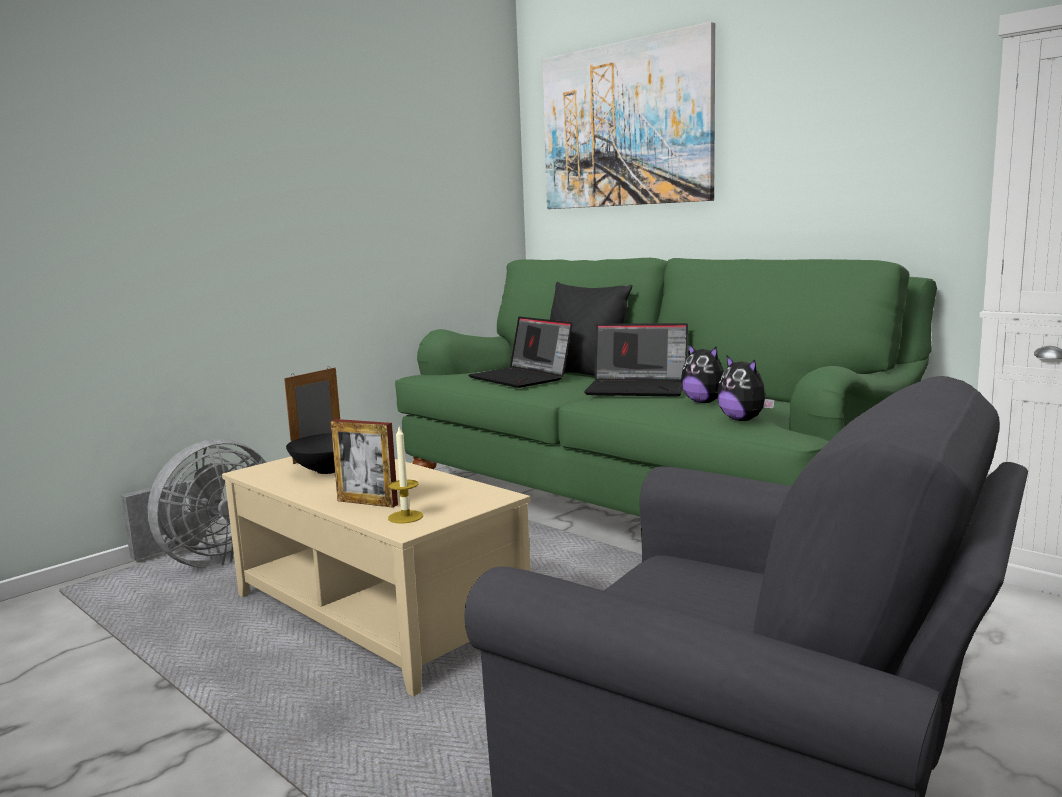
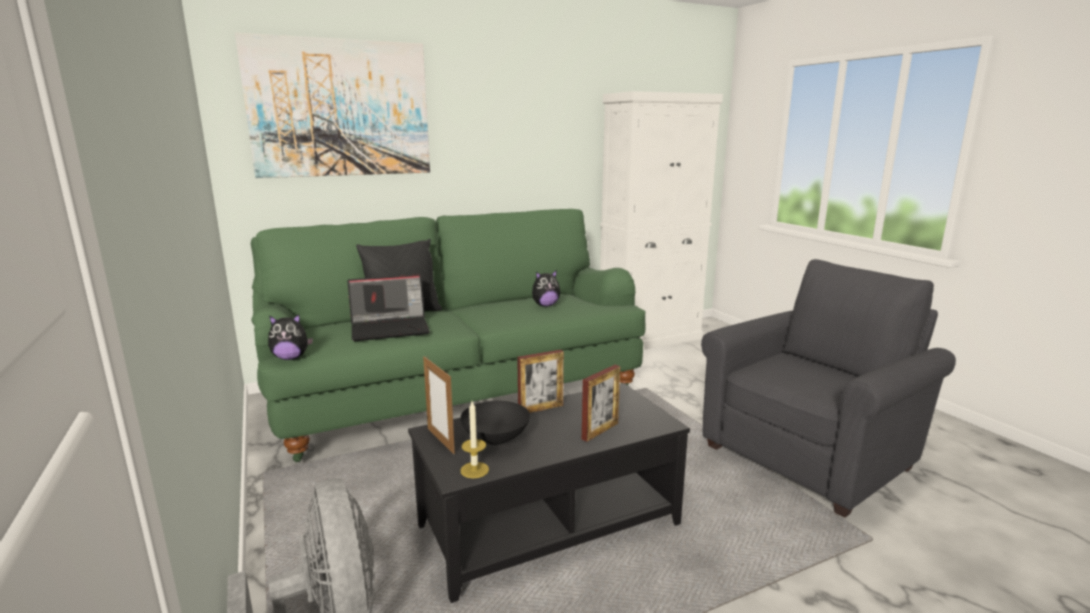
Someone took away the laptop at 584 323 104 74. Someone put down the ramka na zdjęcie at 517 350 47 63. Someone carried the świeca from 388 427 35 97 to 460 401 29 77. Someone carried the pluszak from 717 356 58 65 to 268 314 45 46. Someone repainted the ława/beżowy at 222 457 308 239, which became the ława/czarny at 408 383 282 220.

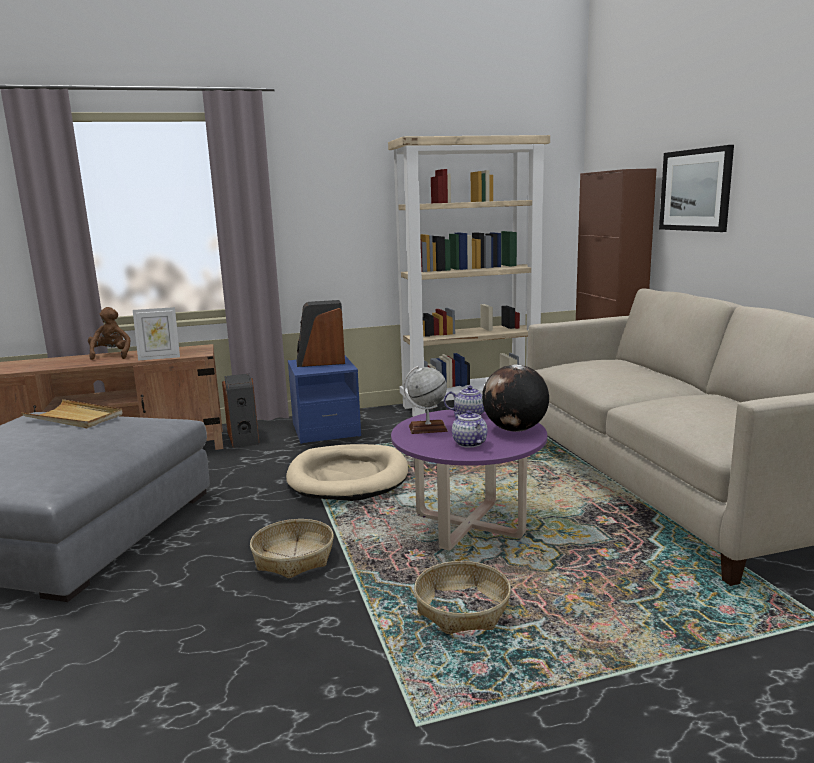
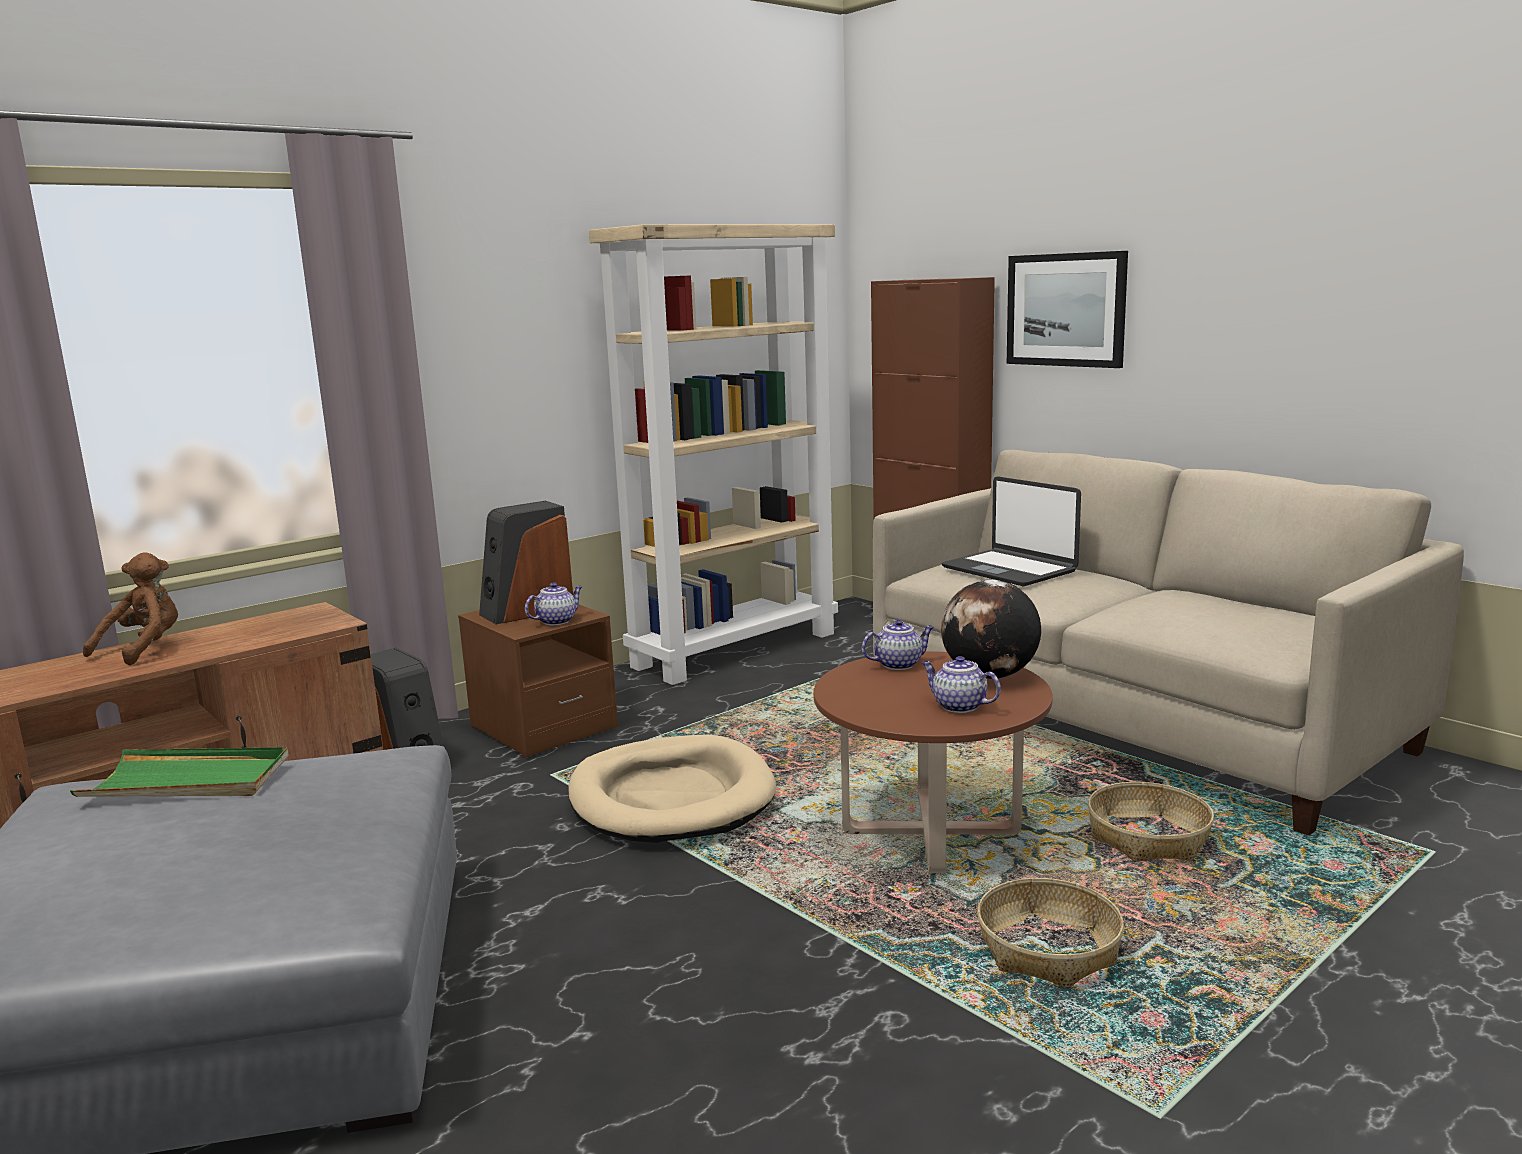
Someone took away the ramka na zdjęcie at 133 307 47 54. Someone took away the globus at 404 366 44 68. Someone put down the imbryk at 525 582 58 43. Someone put down the laptop at 942 476 139 111. Someone carried the koszyk from 250 519 84 59 to 1088 782 126 79. Someone repainted the taca/beżowy at 21 399 102 29, which became the taca/zielony at 70 747 219 50. Someone repainted the szafka nocna/niebieski at 288 356 73 88, which became the szafka nocna/brązowy at 458 605 160 153. Someone repainted the ława/fioletowy at 391 410 156 141, which became the ława/brązowy at 813 651 240 222. Someone rotated the pluszak/brązowy at 88 307 42 53 by 60 degrees clockwise.

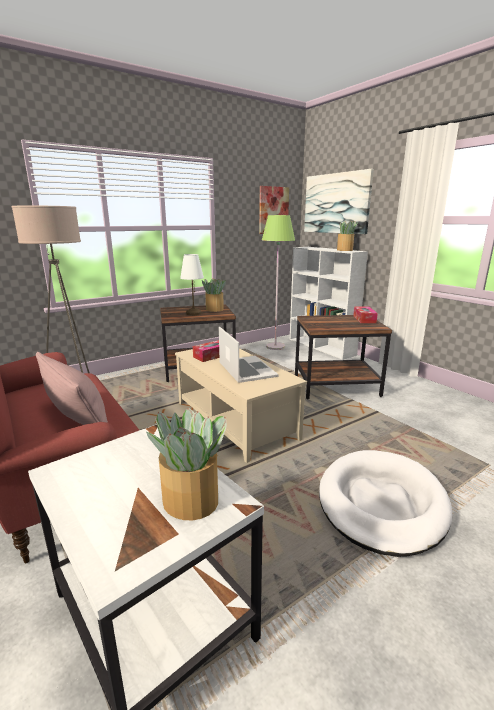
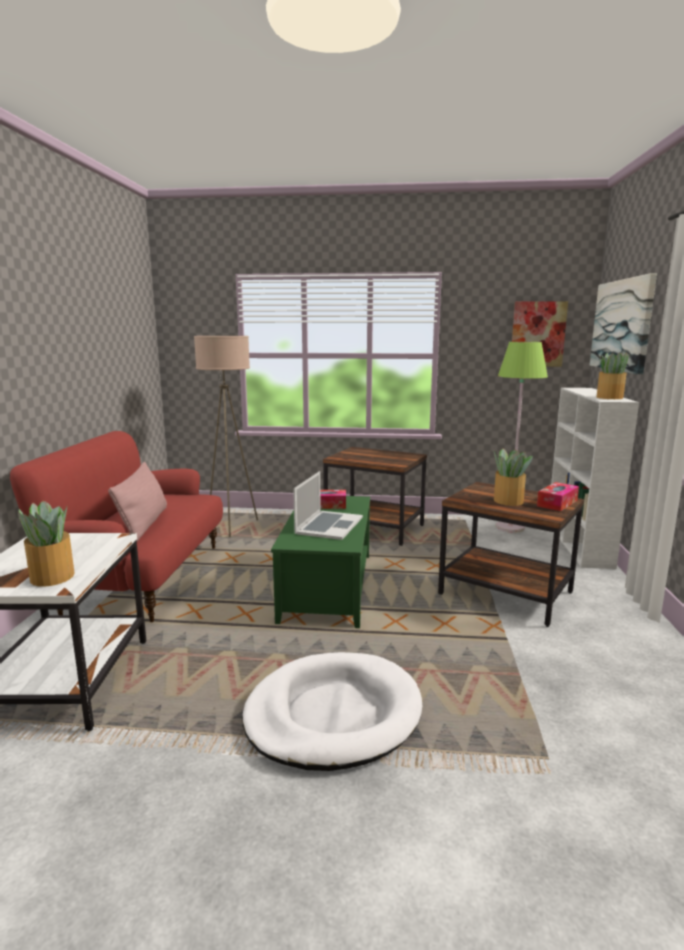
Someone took away the lampa stołowa/biały at 180 254 24 62. Someone carried the roślina doniczkowa from 202 278 24 34 to 494 448 39 58. Someone repainted the ława/beżowy at 175 349 132 114, which became the ława/zielony at 271 496 99 132.

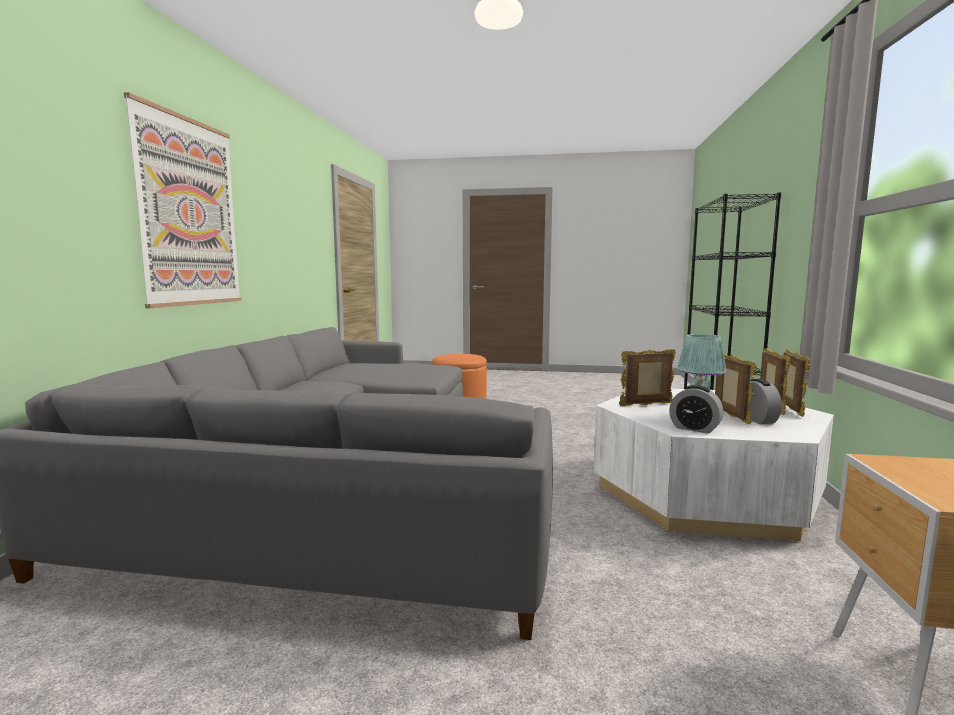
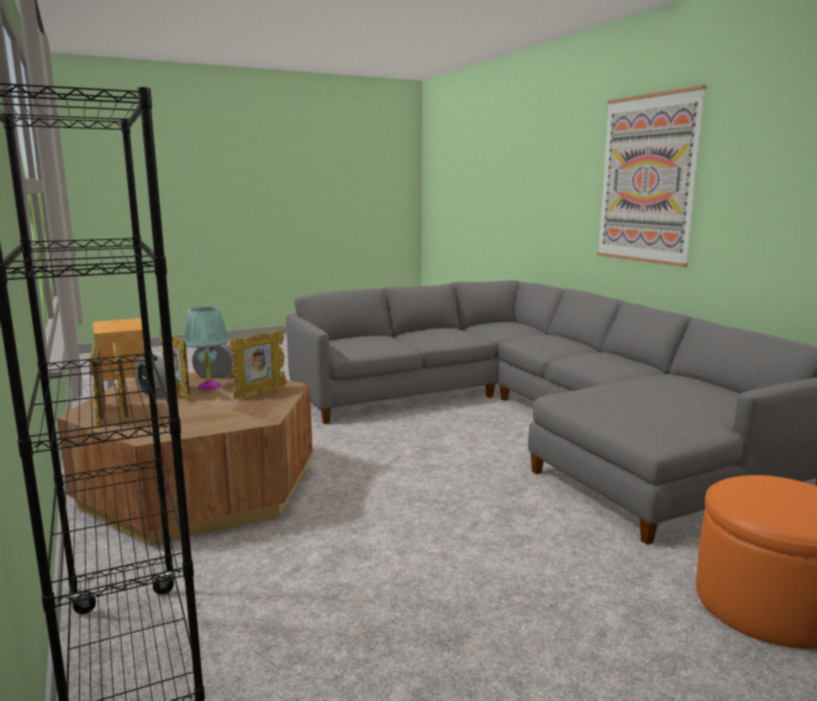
Someone repainted the ława/biały at 594 389 240 152, which became the ława/brązowy at 57 372 255 173.

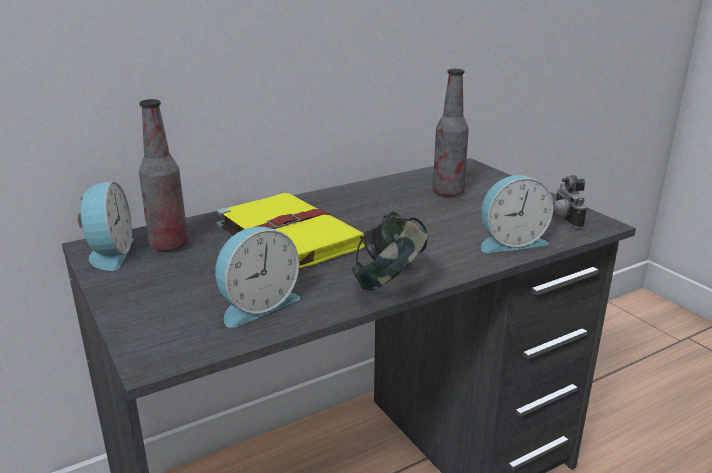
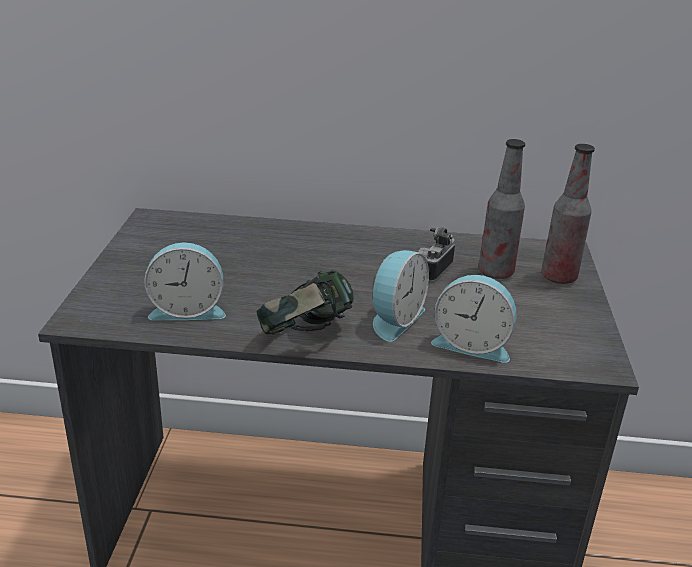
Someone took away the książka/żółty at 216 193 149 76. Someone carried the budzik from 78 181 56 90 to 373 250 56 92. Someone carried the butelka from 139 99 49 152 to 541 144 54 140. Someone carried the aparat fotograficzny from 552 175 35 54 to 418 227 37 55.

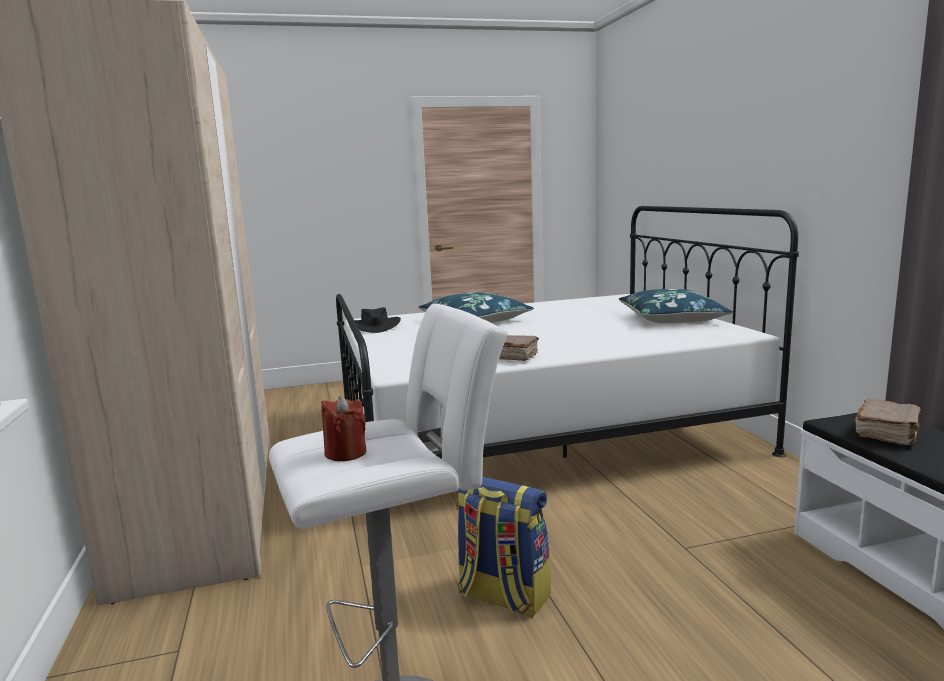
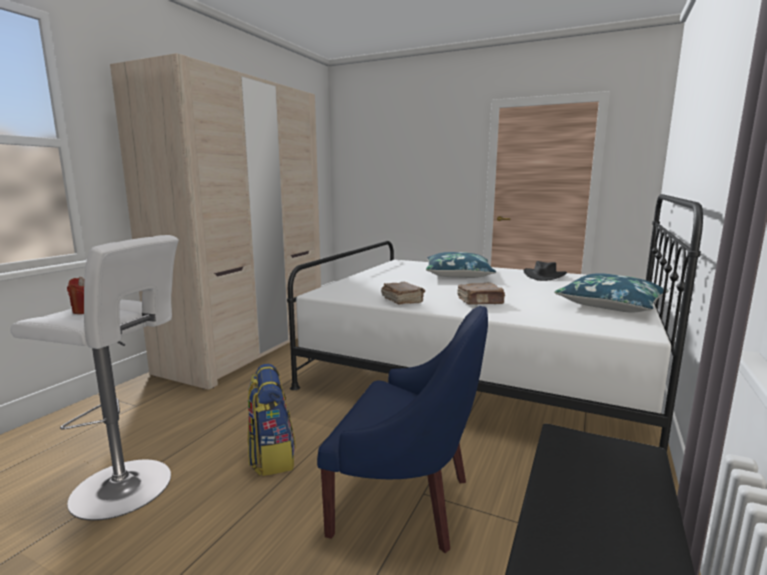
Someone put down the fotel/niebieski at 317 306 171 247. Someone carried the kapelusz/czarny from 354 307 47 26 to 523 261 44 20. Someone carried the książka/brązowy from 855 398 66 47 to 457 283 48 22.

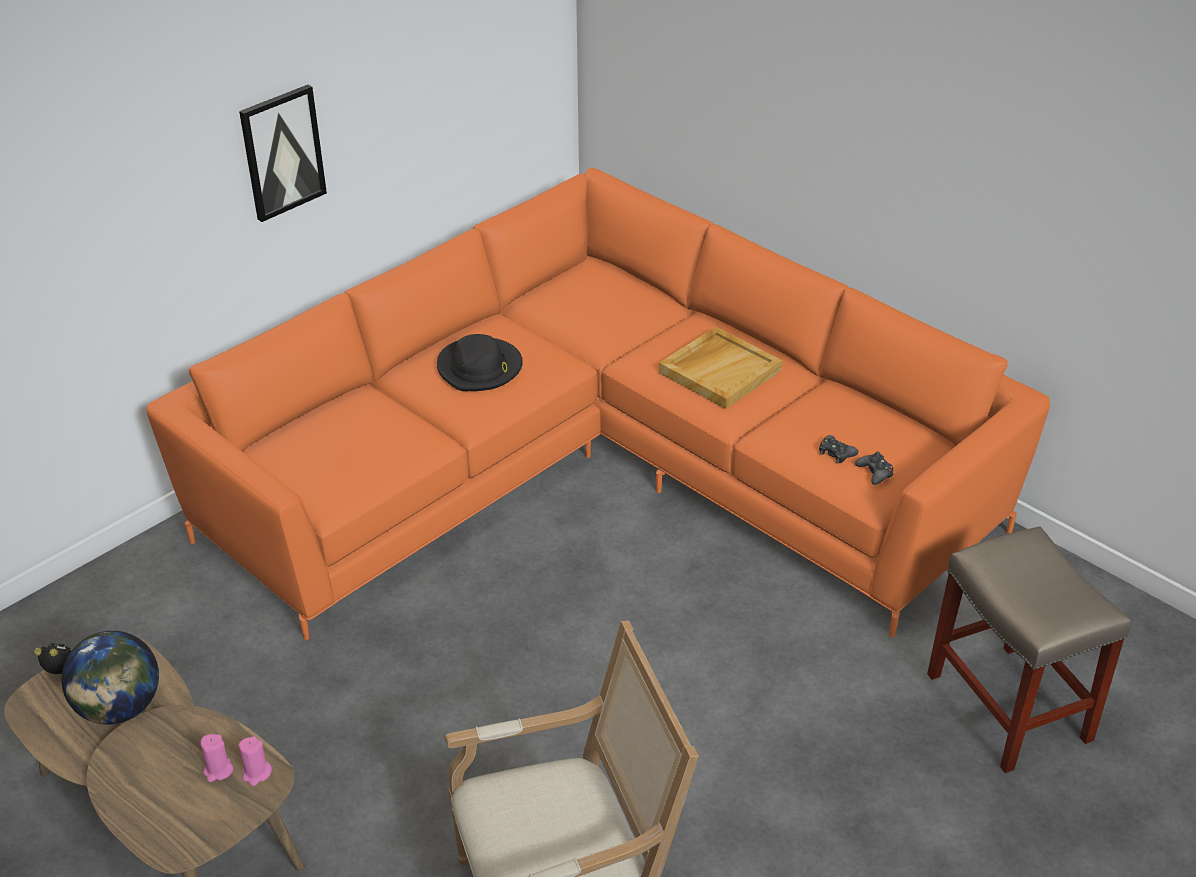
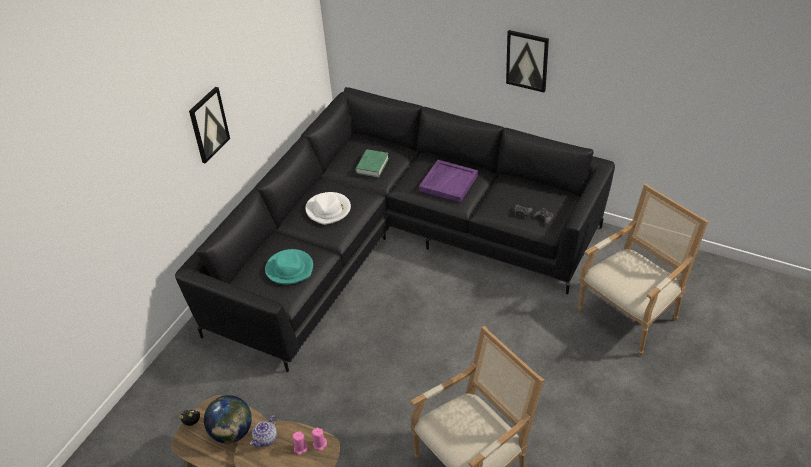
Someone put down the imbryk at 250 416 27 32. Someone put down the kapelusz/turkusowy at 265 249 48 36. Someone put down the książka/zielony at 355 149 34 29. Someone put up the obraz at 506 30 43 62. Someone swapped the stołek/beżowy at 927 526 204 247 for the fotel at 578 184 130 172. Someone repainted the kanapa/pomarańczowy at 147 168 903 472, which became the kanapa/czarny at 175 87 440 285. Someone repainted the kapelusz/czarny at 437 334 86 57, which became the kapelusz/biały at 305 192 46 33. Someone repainted the taca/beżowy at 659 327 124 82, which became the taca/fioletowy at 419 160 59 42.

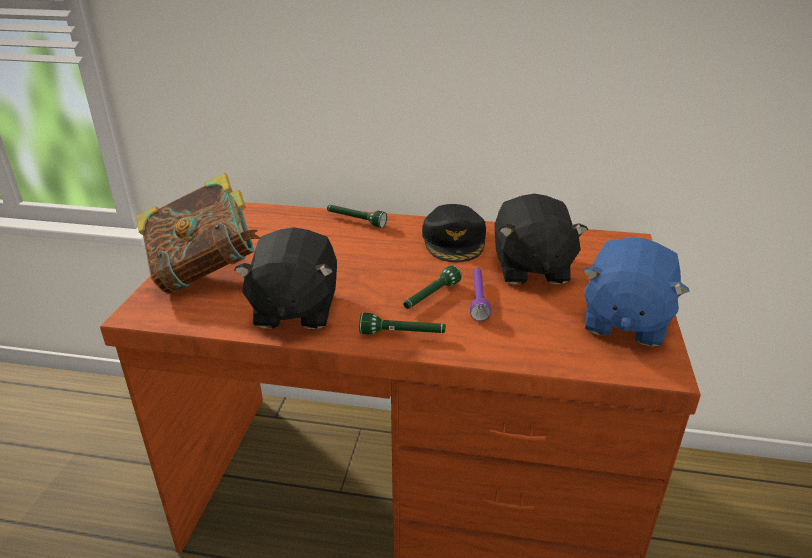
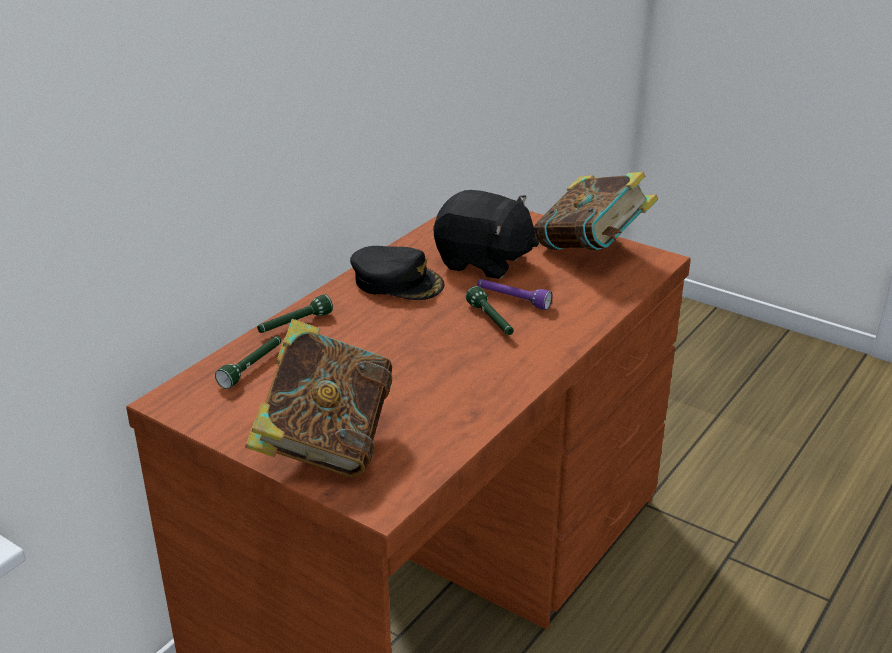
Someone took away the pluszak/czarny at 234 227 103 102. Someone carried the latarka/zielony from 359 313 87 21 to 215 336 66 53. Someone swapped the pluszak/niebieski at 583 238 107 109 for the książka at 534 172 124 78.

